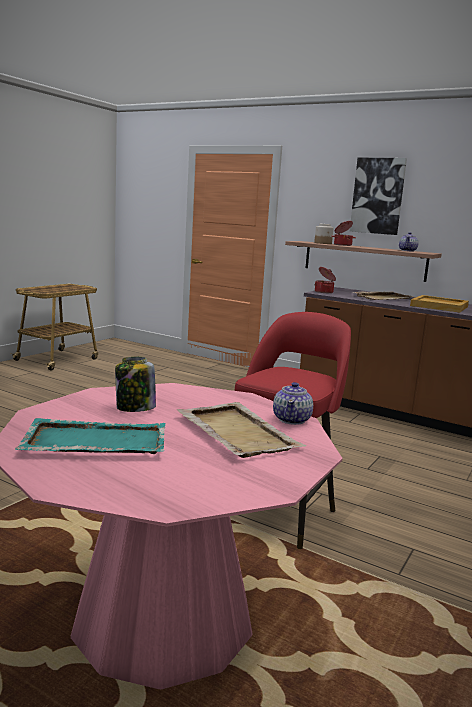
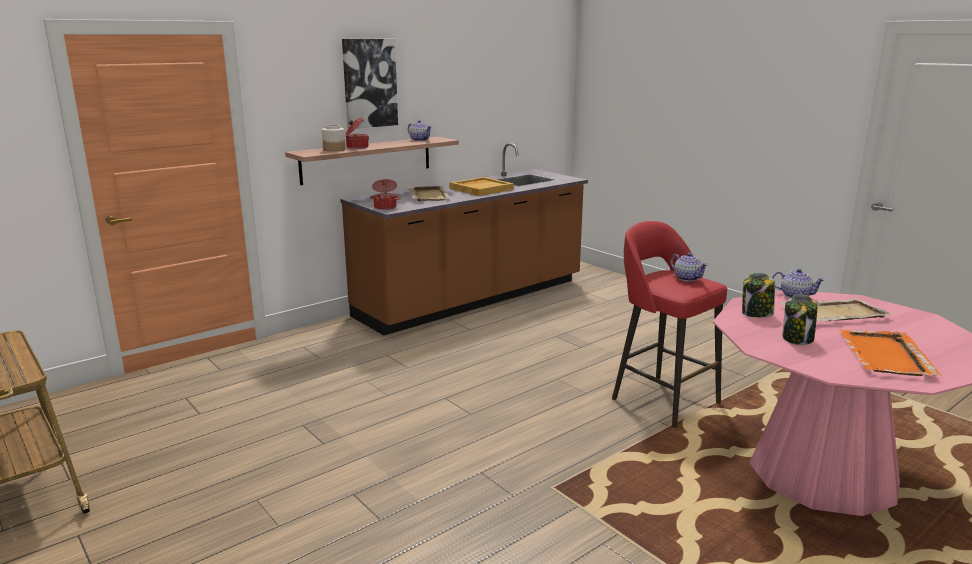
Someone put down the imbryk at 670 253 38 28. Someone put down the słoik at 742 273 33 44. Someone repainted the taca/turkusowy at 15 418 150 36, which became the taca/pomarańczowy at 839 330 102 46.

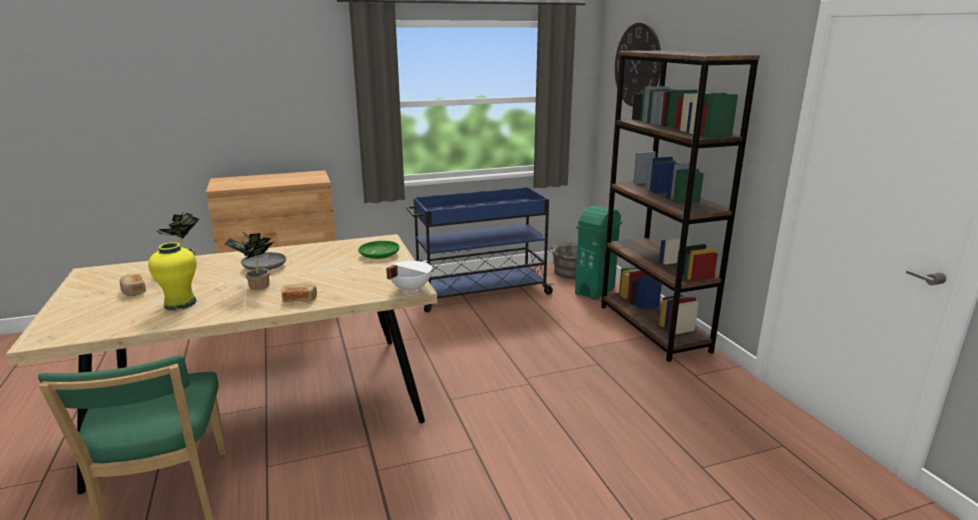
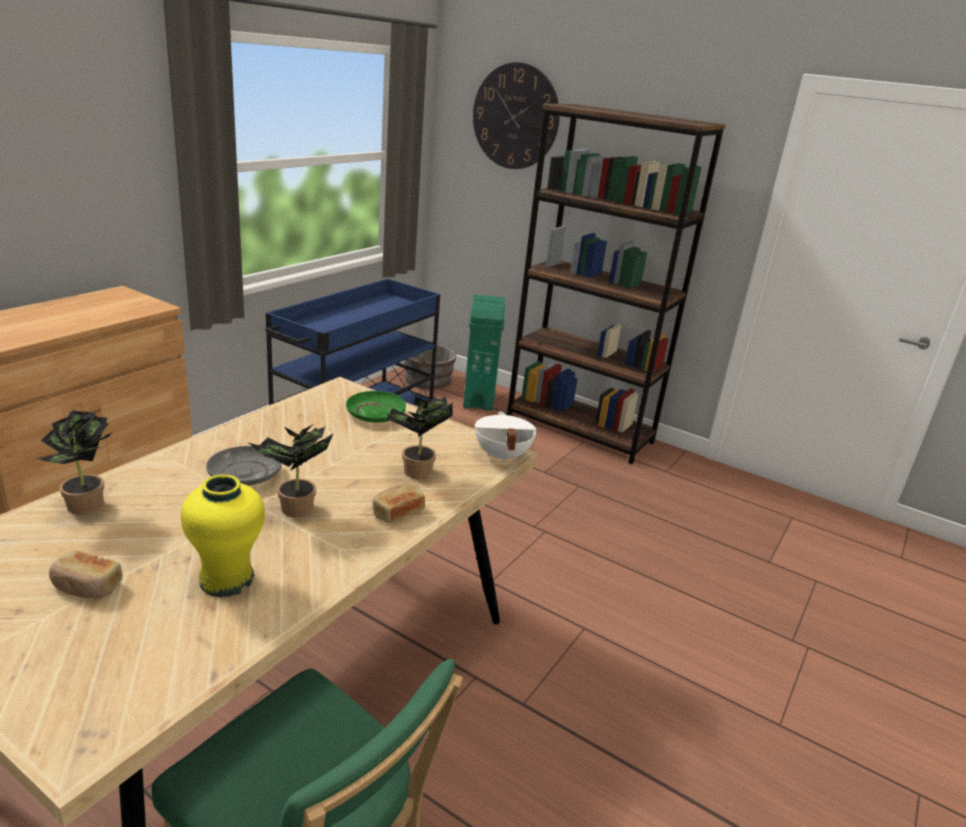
Someone put down the roślina doniczkowa at 385 394 68 85.

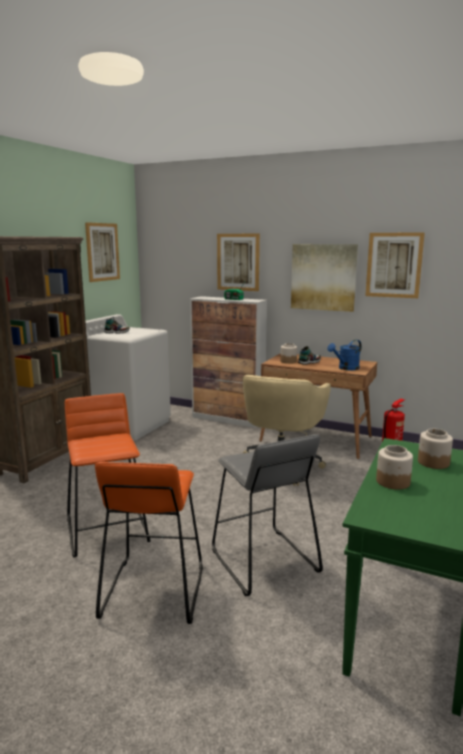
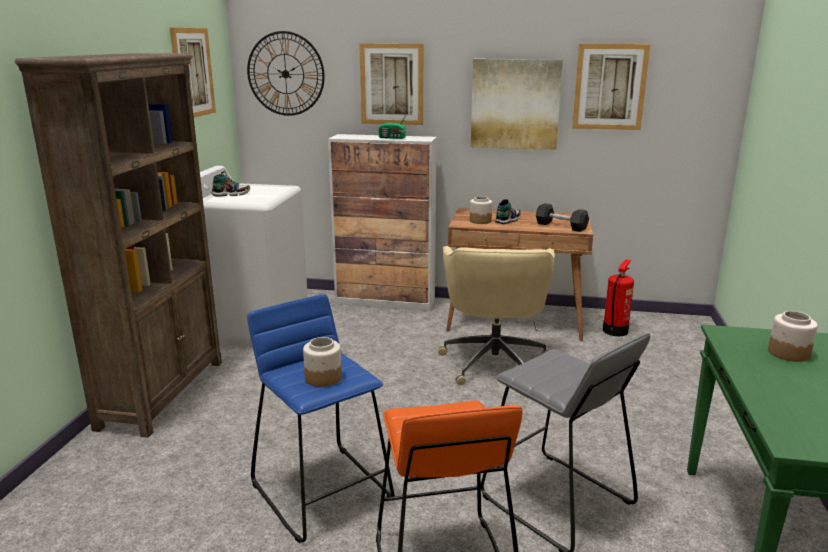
Someone put up the zegar ścienny at 247 31 78 85. Someone carried the słoik from 376 445 37 45 to 303 337 39 50. Someone swapped the konewka/niebieski at 328 340 34 30 for the hantel/szary at 536 203 53 29. Someone repainted the stołek/pomarańczowy at 65 393 85 165, which became the stołek/niebieski at 247 294 148 249.

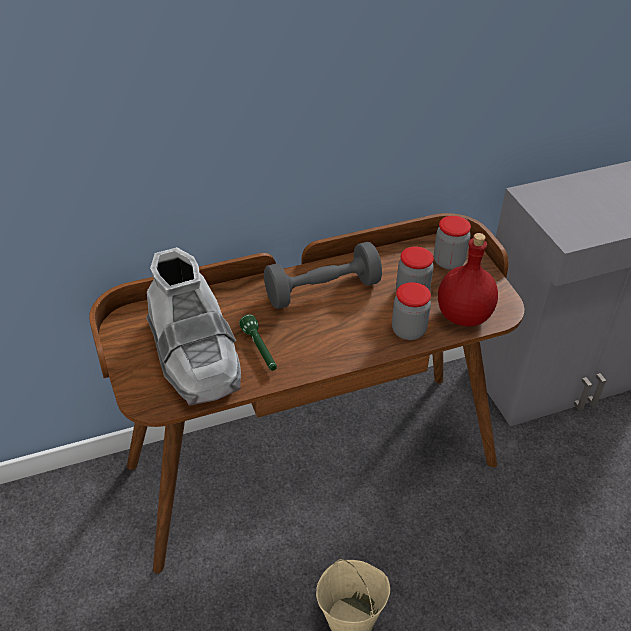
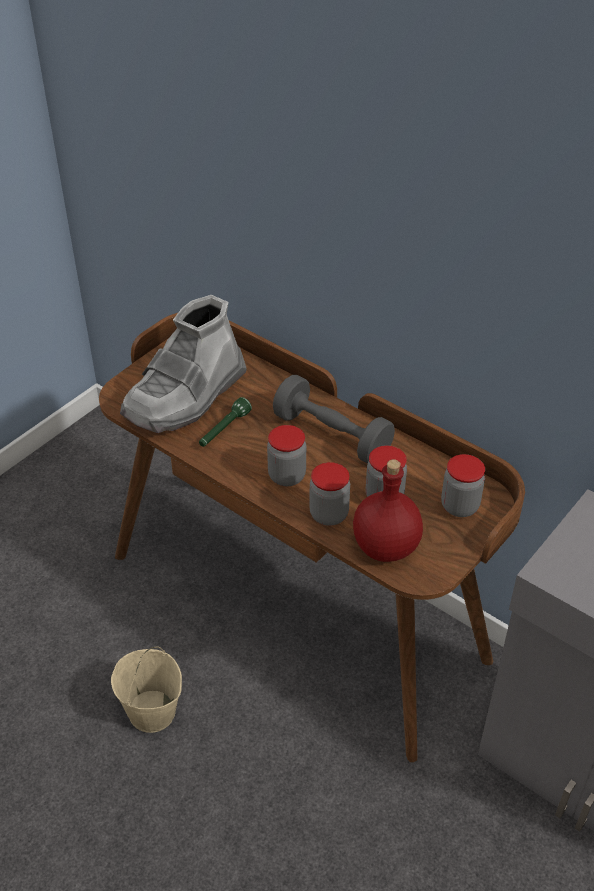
Someone put down the słoik at 267 425 39 61.

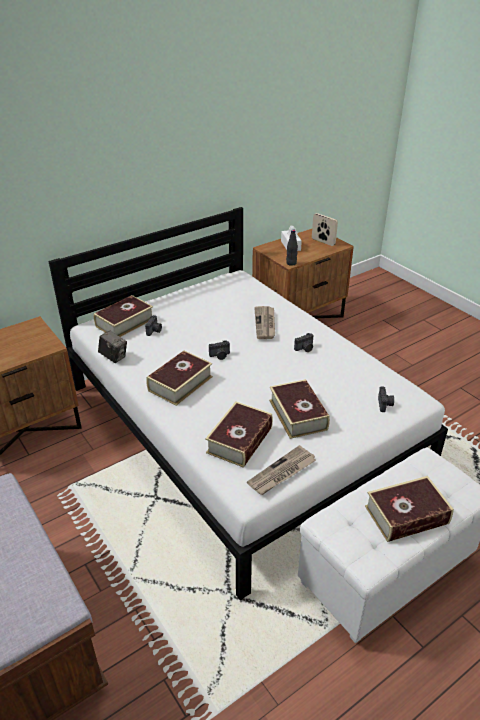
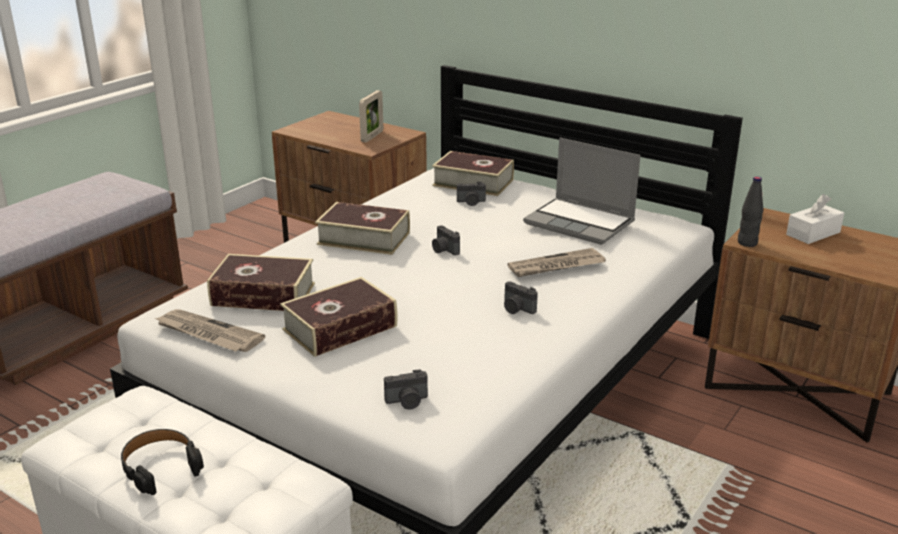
Someone took away the aparat fotograficzny at 98 330 29 33. Someone put down the laptop at 523 138 118 107. Someone carried the ramka na zdjęcie from 312 213 26 33 to 359 90 24 52. Someone swapped the książka at 365 476 89 66 for the słuchawki/czarny at 121 429 83 66.

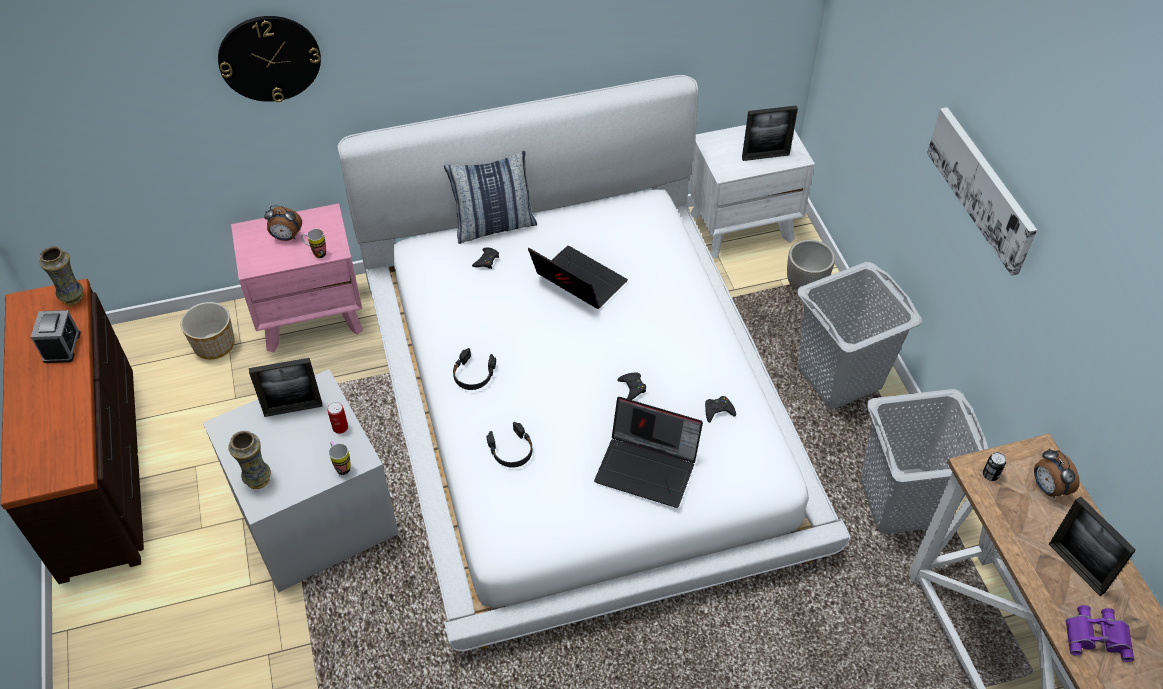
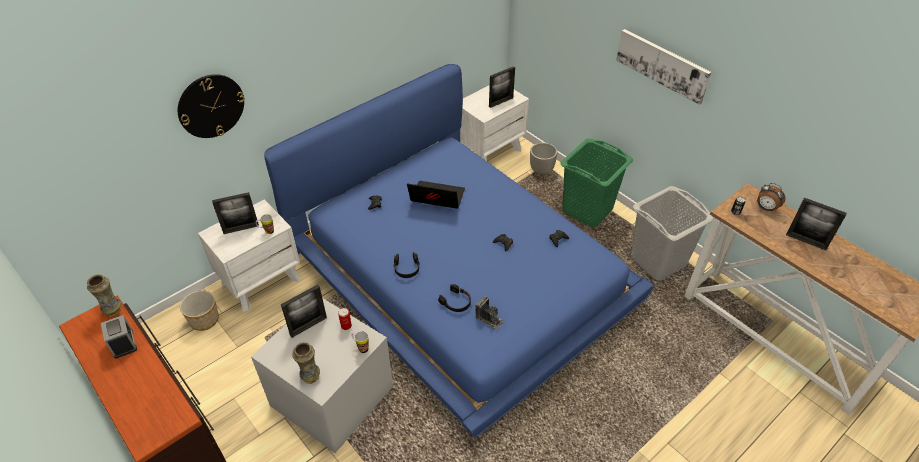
Someone took away the poduszka at 444 151 93 93. Someone took away the laptop at 594 397 109 111. Someone took away the lornetka/fioletowy at 1066 605 68 57. Someone put down the aparat fotograficzny at 476 296 28 34. Someone swapped the budzik at 264 205 38 36 for the ramka na zdjęcie at 212 192 47 42. Someone repainted the szafka nocna/różowy at 231 203 132 149, which became the szafka nocna/biały at 198 199 102 112. Someone repainted the łóżko/biały at 337 75 514 576, which became the łóżko/niebieski at 264 64 390 373. Someone repainted the kosz na pranie/szary at 797 262 125 146, which became the kosz na pranie/zielony at 560 139 73 88.

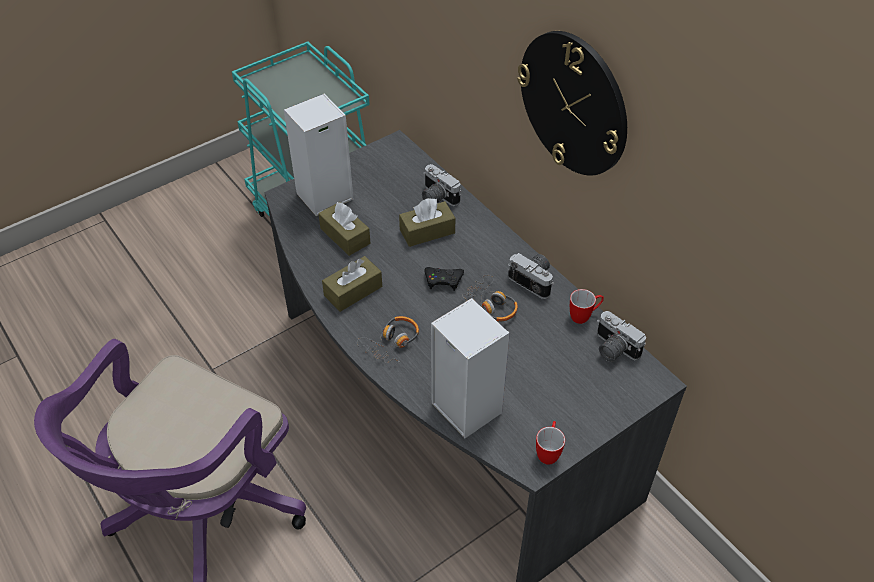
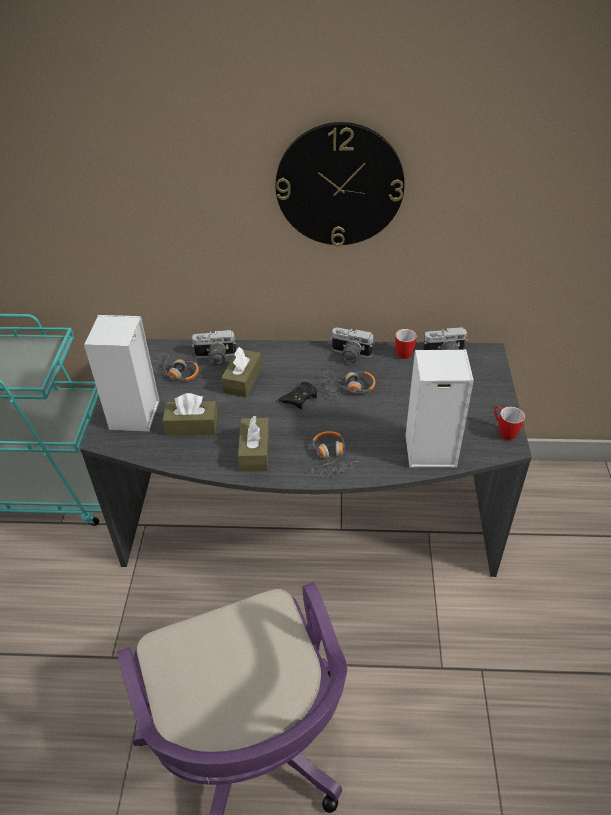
Someone put down the słuchawki at 152 353 47 28. Someone rotated the aparat fotograficzny at 508 253 46 46 by 150 degrees counterclockwise.

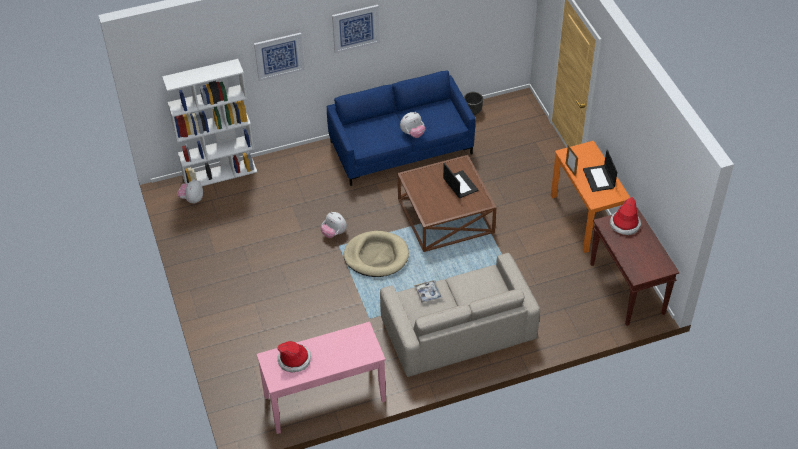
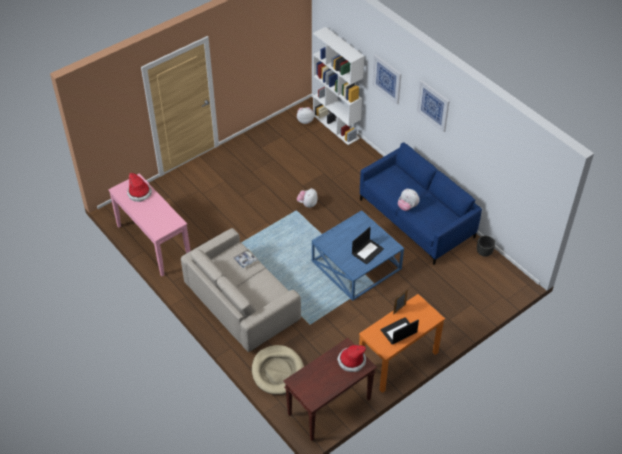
Someone carried the legowisko/beżowy from 344 231 65 46 to 252 345 52 50. Someone repainted the ława/brązowy at 397 155 100 97, which became the ława/niebieski at 312 210 92 91.

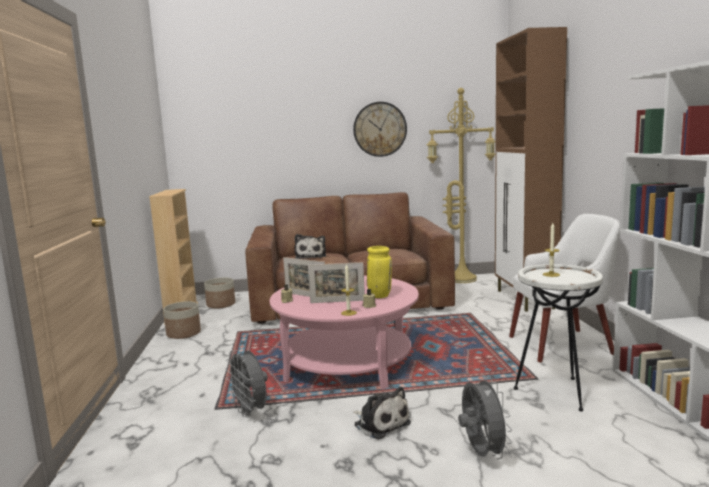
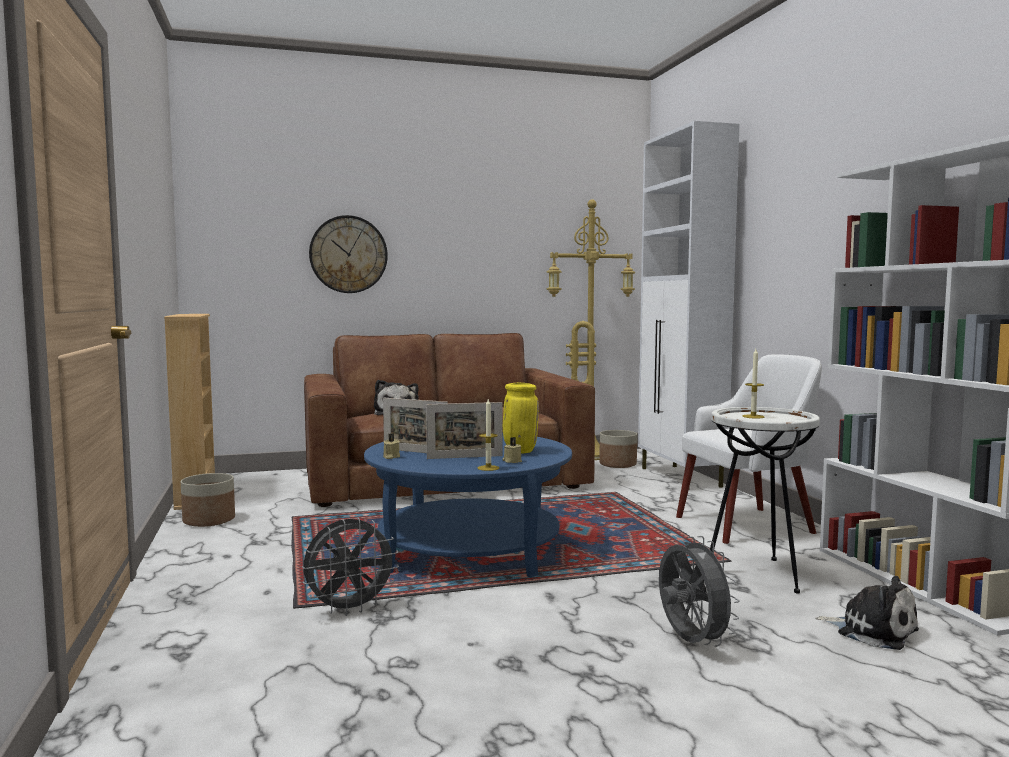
Someone carried the donica from 204 278 31 31 to 599 430 38 38. Someone carried the zegar ścienny from 353 102 54 55 to 309 215 79 78. Someone carried the pluszak from 353 387 58 52 to 816 576 103 74. Someone repainted the ława/różowy at 270 275 149 114, which became the ława/niebieski at 364 433 208 145. Someone repainted the szafka/brązowy at 495 27 72 285, which became the szafka/biały at 638 121 101 367. Someone rotated the wentylator/szary at 226 350 42 68 by 75 degrees counterclockwise.

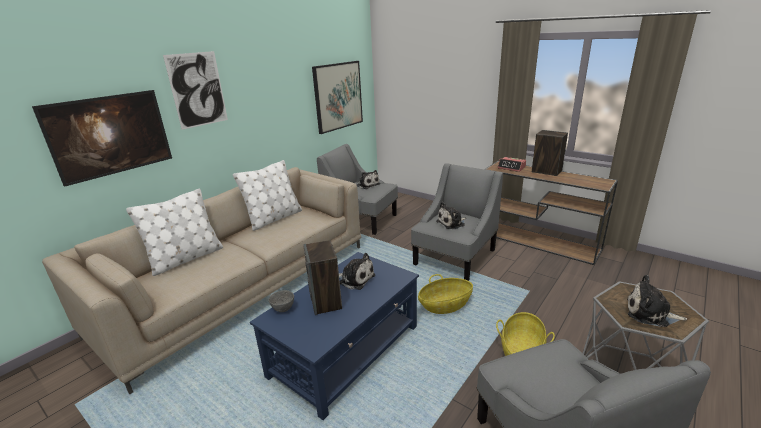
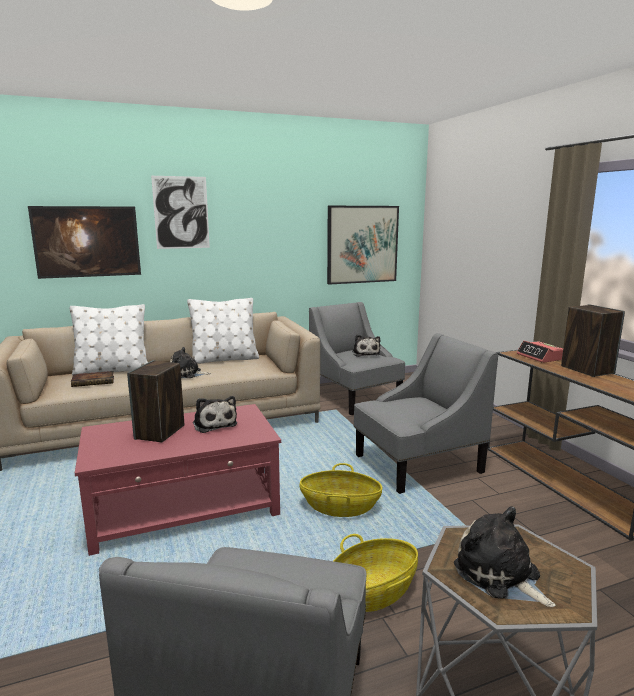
Someone took away the miska/szary at 269 290 25 22. Someone put down the książka at 71 371 43 16. Someone carried the pluszak from 436 202 30 27 to 170 347 41 31. Someone repainted the ława/niebieski at 250 252 169 168, which became the ława/czerwony at 75 404 206 152.

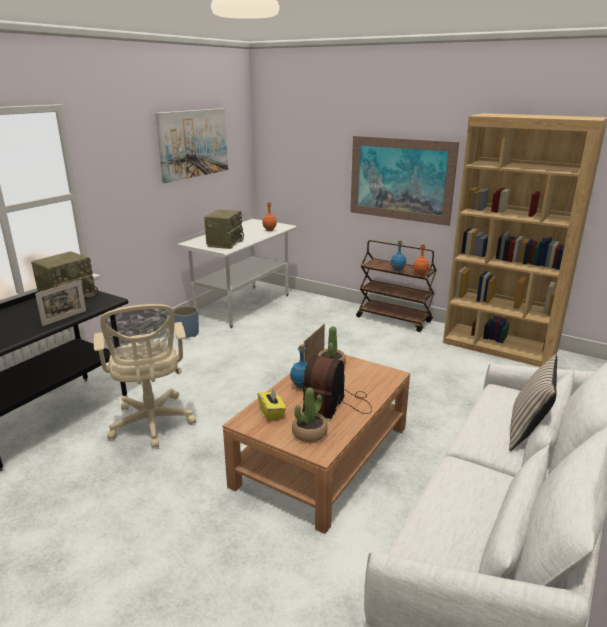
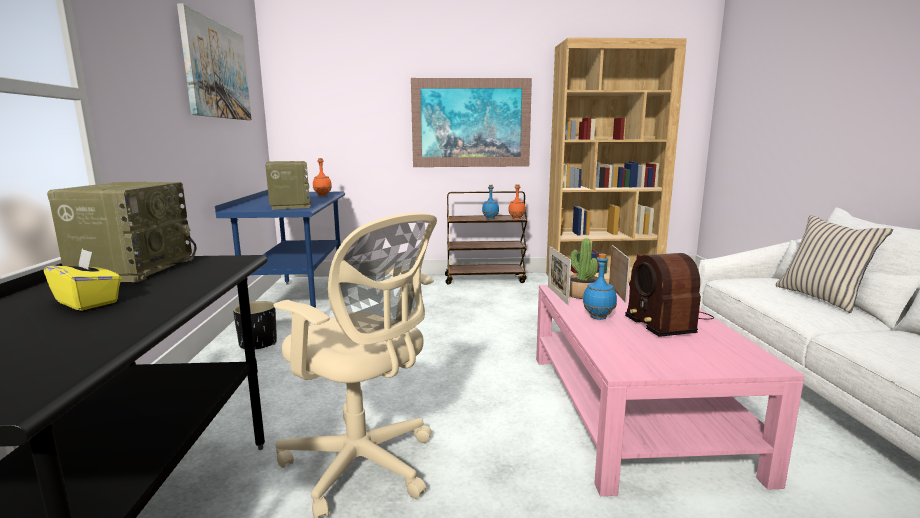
Someone took away the roślina doniczkowa at 292 387 36 55. Someone carried the ramka na zdjęcie from 35 280 51 46 to 609 245 21 58. Someone carried the pudełko chusteczek/żółty from 258 389 28 32 to 44 249 78 62. Someone repainted the donica/niebieski at 173 306 26 32, which became the donica/czarny at 233 301 44 49. Someone repainted the biurko/biały at 176 215 121 113, which became the biurko/niebieski at 215 190 130 118. Someone repainted the ława/brązowy at 223 355 187 179, which became the ława/różowy at 536 283 269 213.

